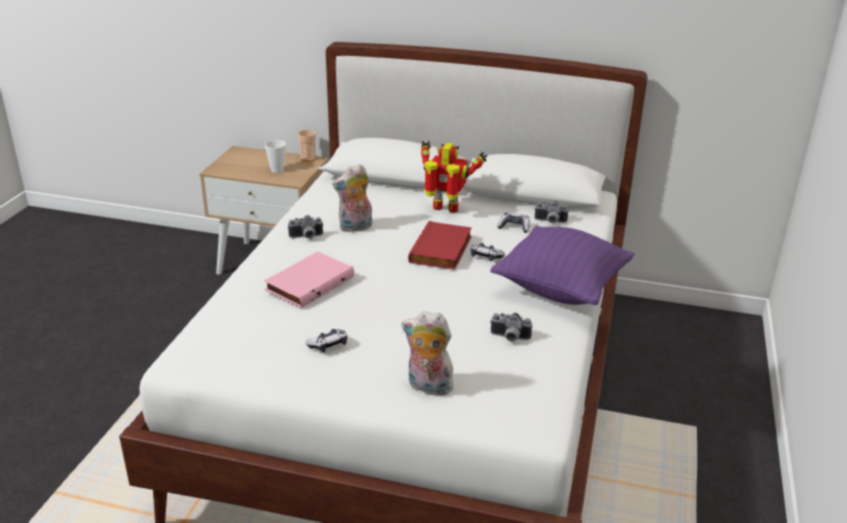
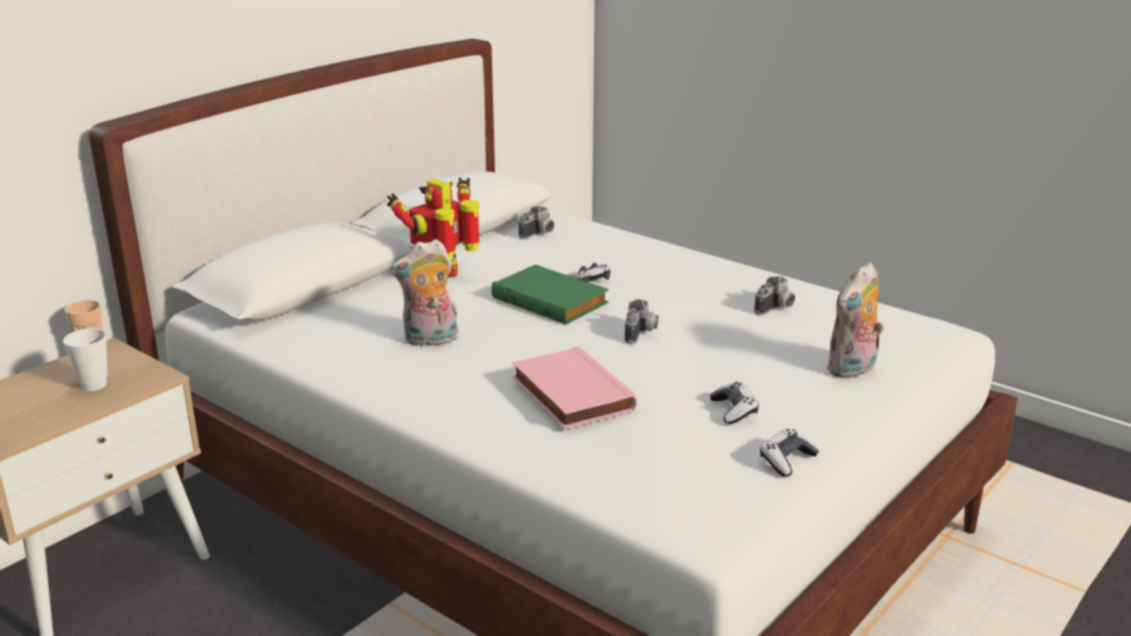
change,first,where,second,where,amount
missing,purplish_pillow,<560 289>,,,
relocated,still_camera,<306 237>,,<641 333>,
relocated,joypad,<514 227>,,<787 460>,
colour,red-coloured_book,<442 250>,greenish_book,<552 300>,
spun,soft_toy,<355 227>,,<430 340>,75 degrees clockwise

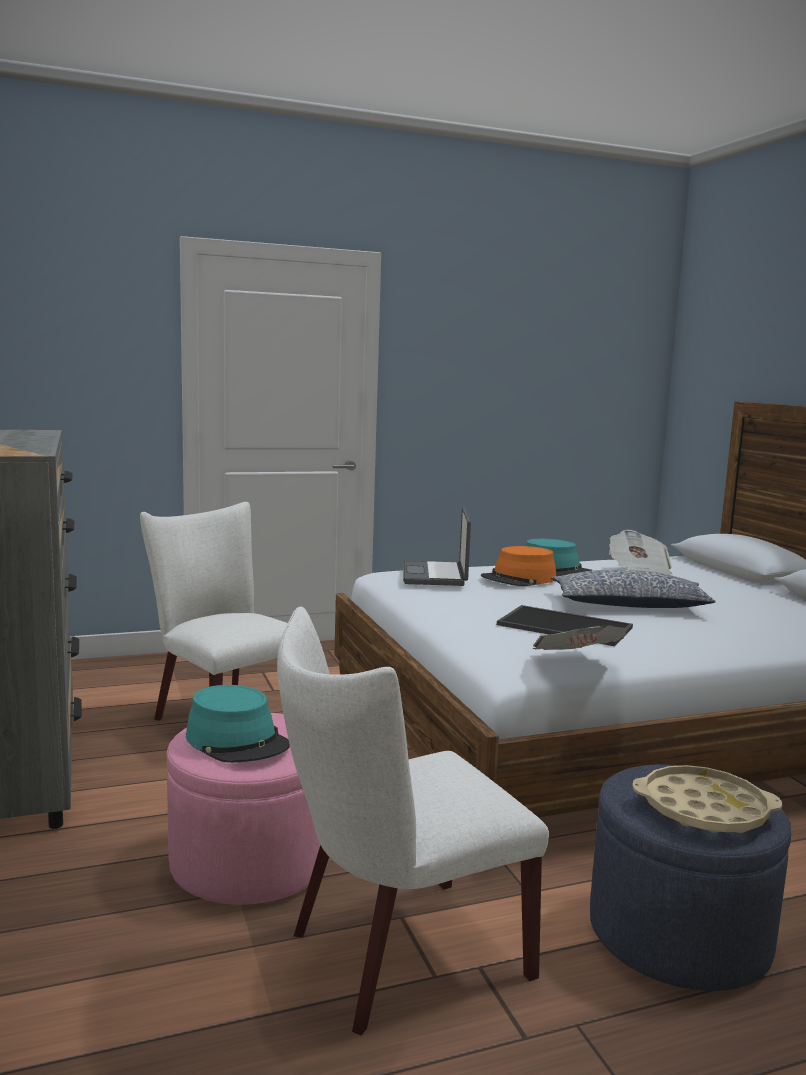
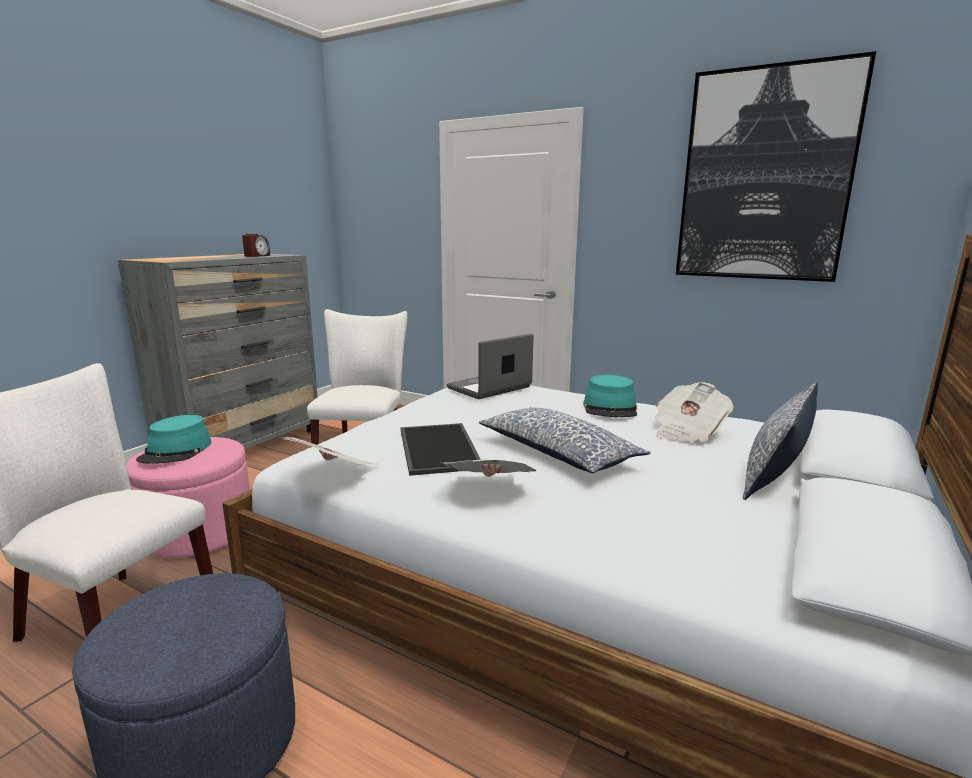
change,first,where,second,where,amount
missing,orange-coloured_hat,<519 579>,,,
missing,beige_tray,<703 809>,,,
appeared,,,alarm_clock,<257 256>,
appeared,,,newspaper,<489 491>,
appeared,,,wall_art,<765 176>,
appeared,,,pillow,<776 470>,

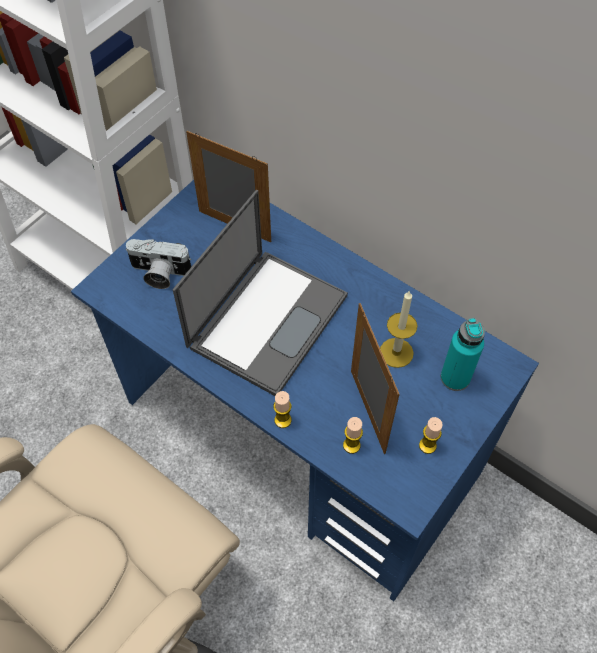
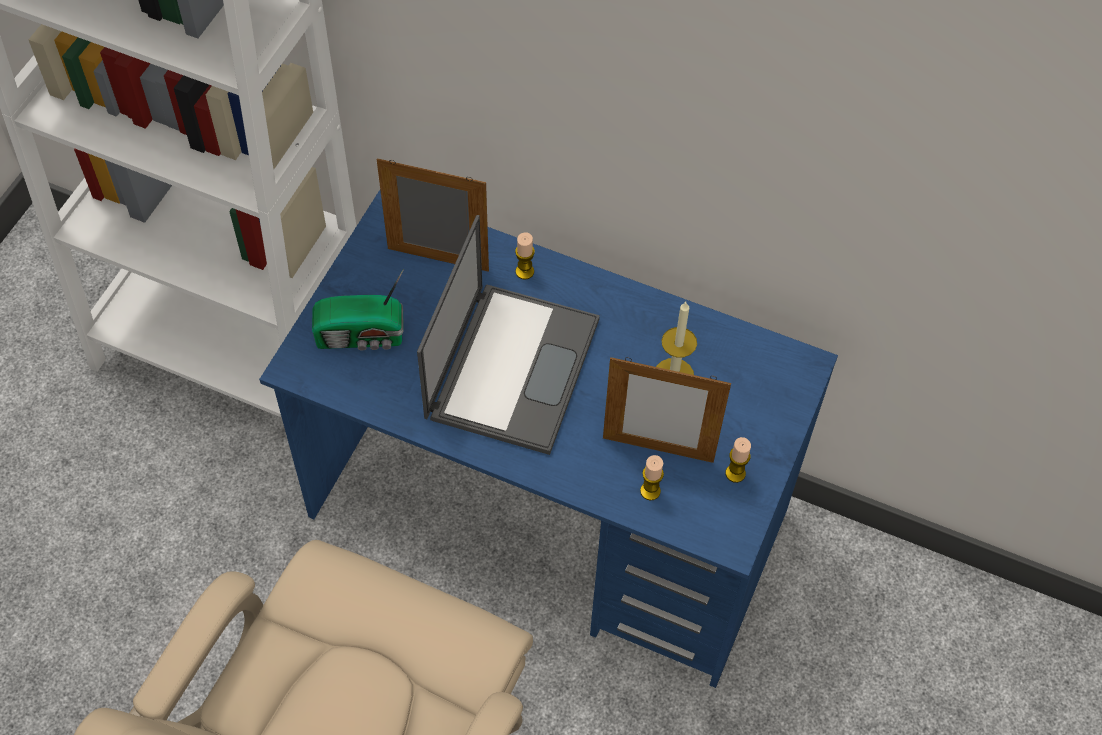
change,first,where,second,where,amount
missing,turquoise_drink_bottle,<455 378>,,,
relocated,wax_candle,<283 420>,,<524 271>,
exchanged,still_camera,<159 273>,radio_receiver,<362 336>,
spun,standing_frame,<367 411>,,<658 449>,135 degrees clockwise

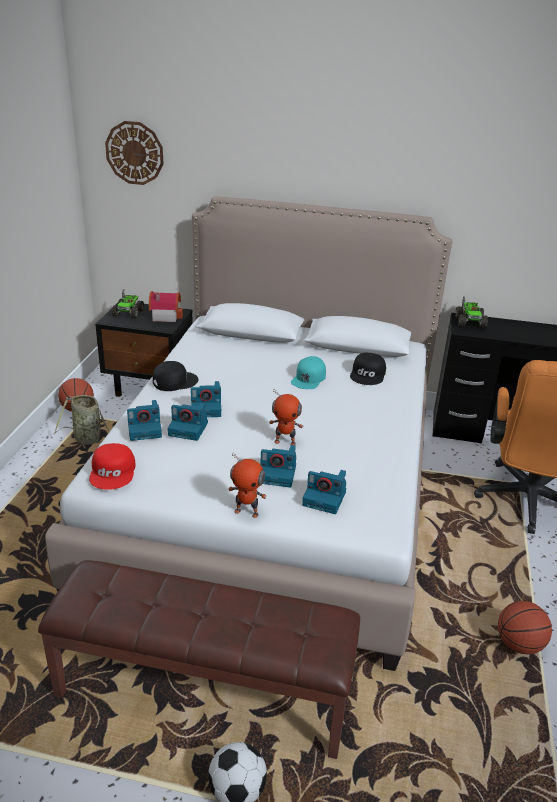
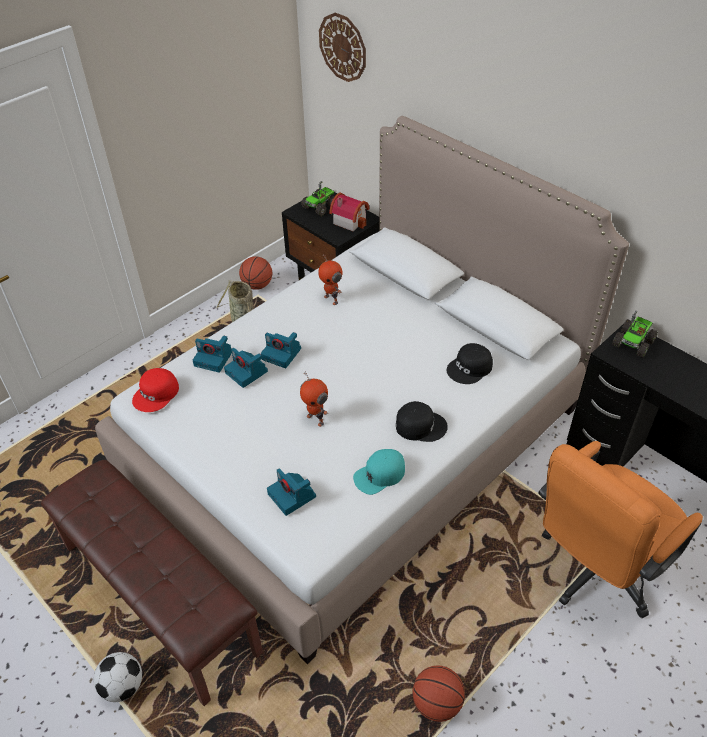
change,first,where,second,where,amount
missing,still_camera,<278 474>,,,
relocated,black_baseball_cap,<174 381>,,<420 425>,
relocated,model_robot,<247 512>,,<331 299>,
relocated,turquoise_baseball_cap,<308 378>,,<379 475>,

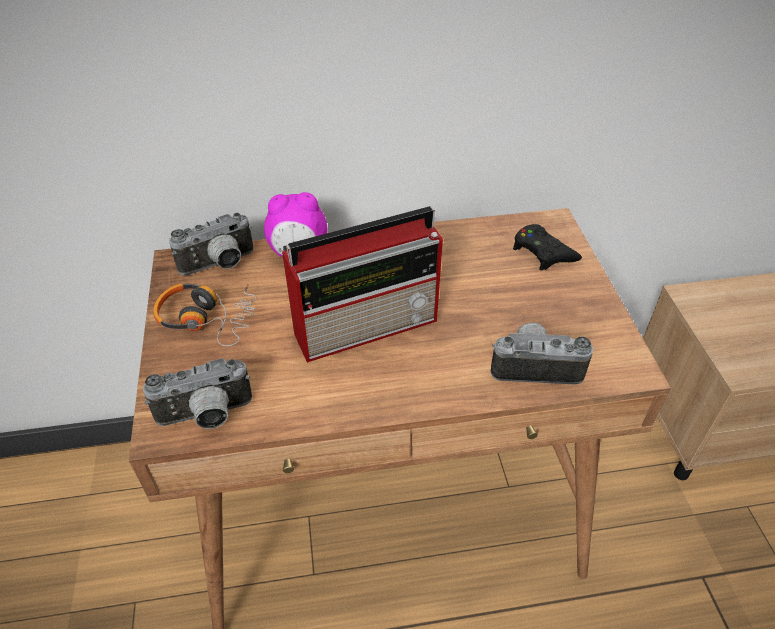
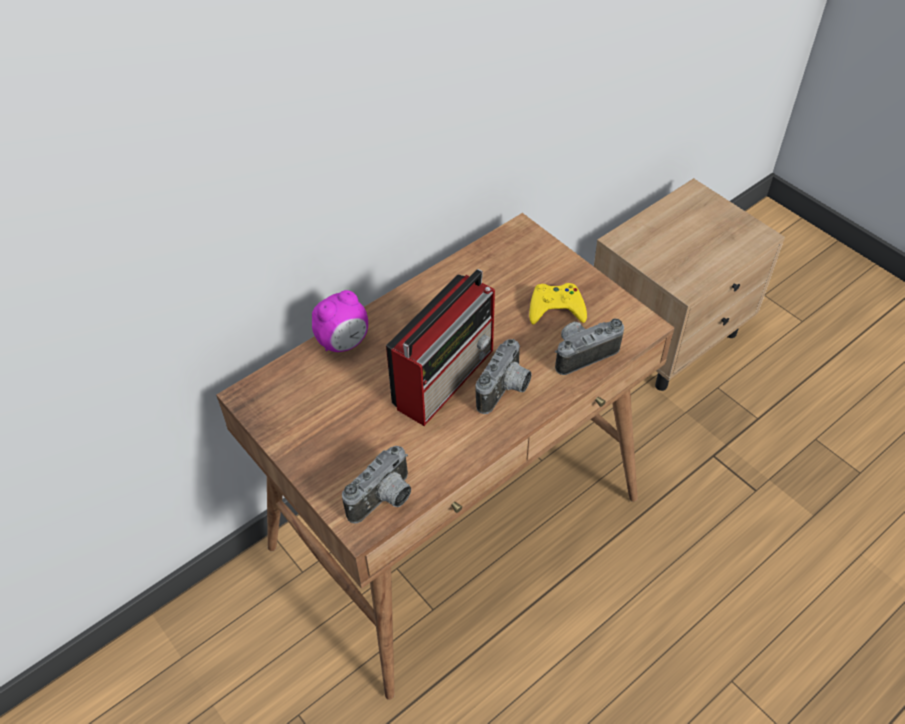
change,first,where,second,where,amount
missing,headphones,<207 318>,,,
missing,black_joypad,<543 252>,,,
appeared,,,yellow-coloured_joypad,<556 308>,
relocated,still_camera,<220 265>,,<506 391>,

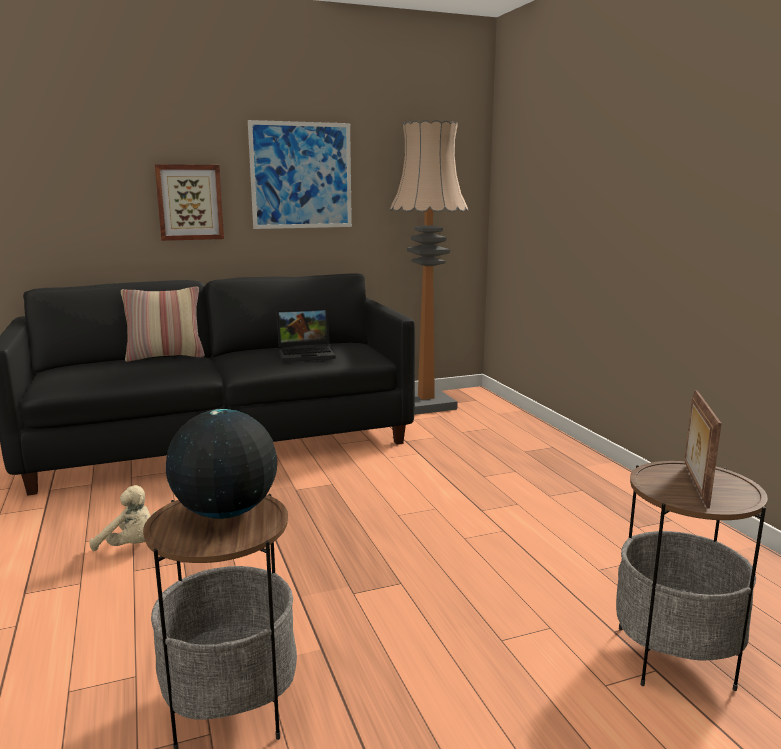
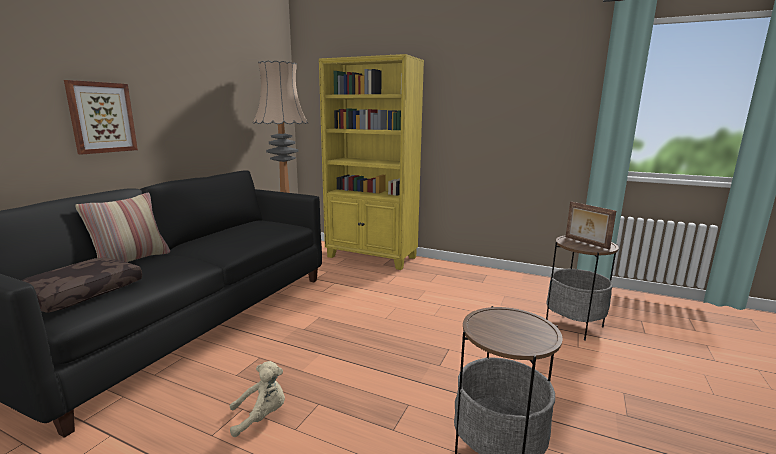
change,first,where,second,where,amount
missing,world_globe,<225 512>,,,
missing,wall_art,<301 175>,,,
missing,laptop,<307 354>,,,
appeared,,,brownish_pillow,<81 293>,
appeared,,,yellow-coloured_shelving_unit,<372 257>,

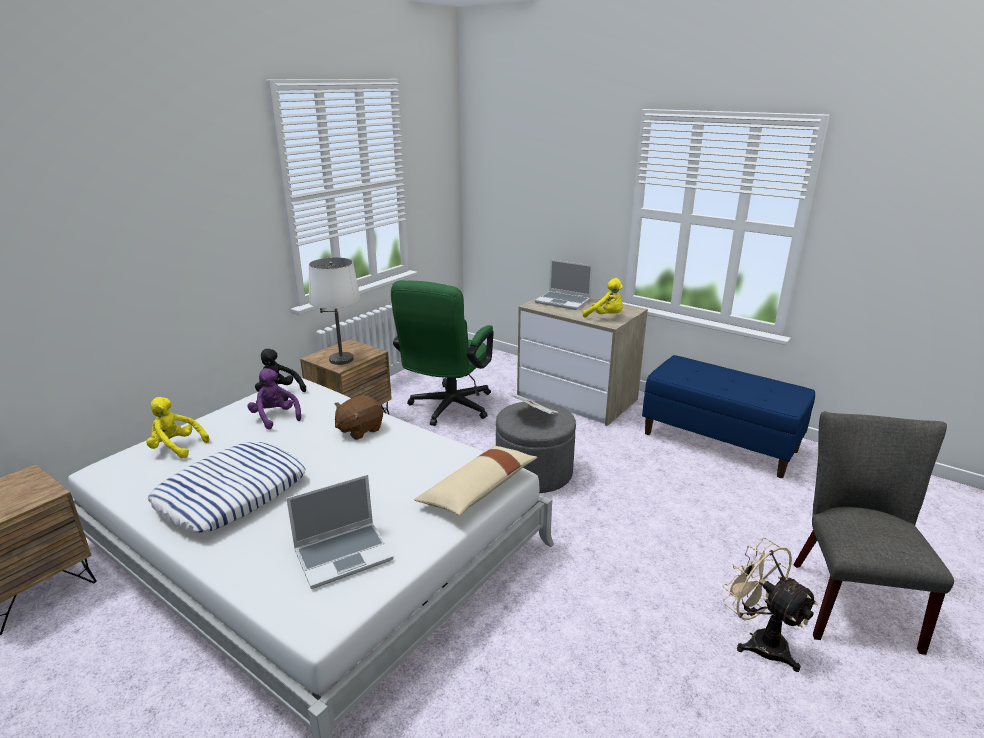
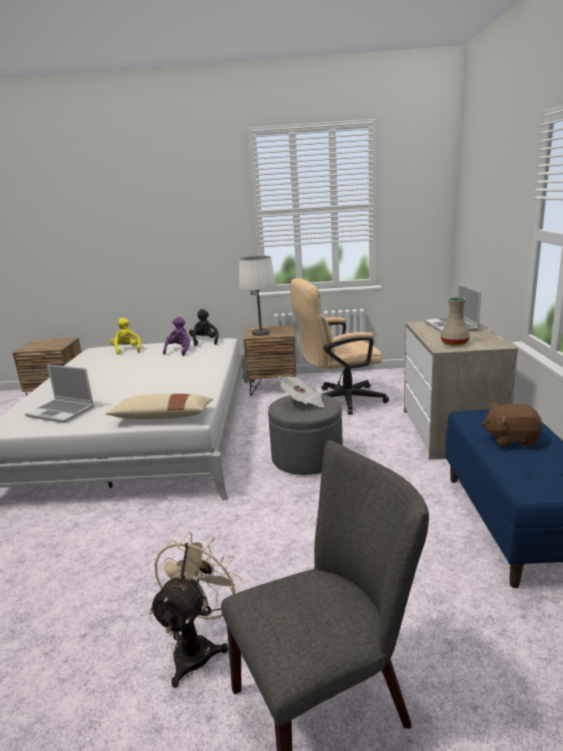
change,first,where,second,where,amount
missing,pillow,<231 493>,,,
relocated,brownish_soft_toy,<359 430>,,<511 439>,
exchanged,yellow-coloured_soft_toy,<606 317>,beige_flower_vase,<454 343>,
colour,greenish_desk_chair,<447 409>,beige_desk_chair,<339 401>,

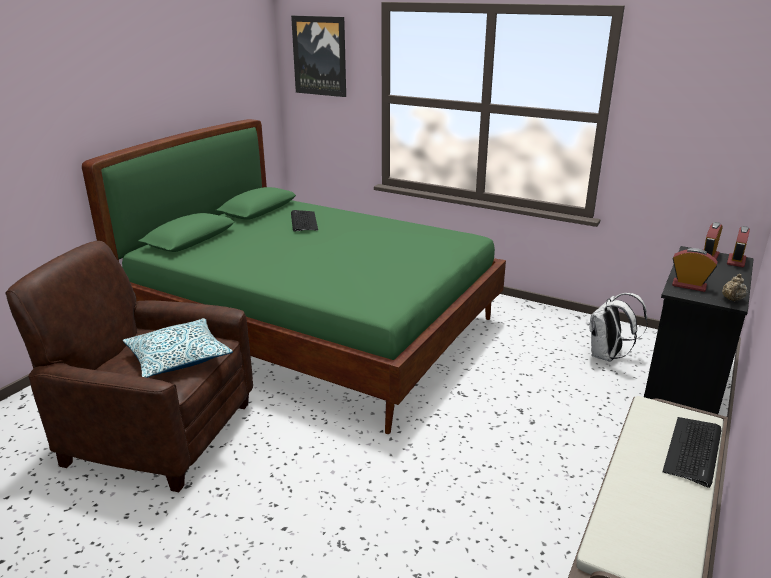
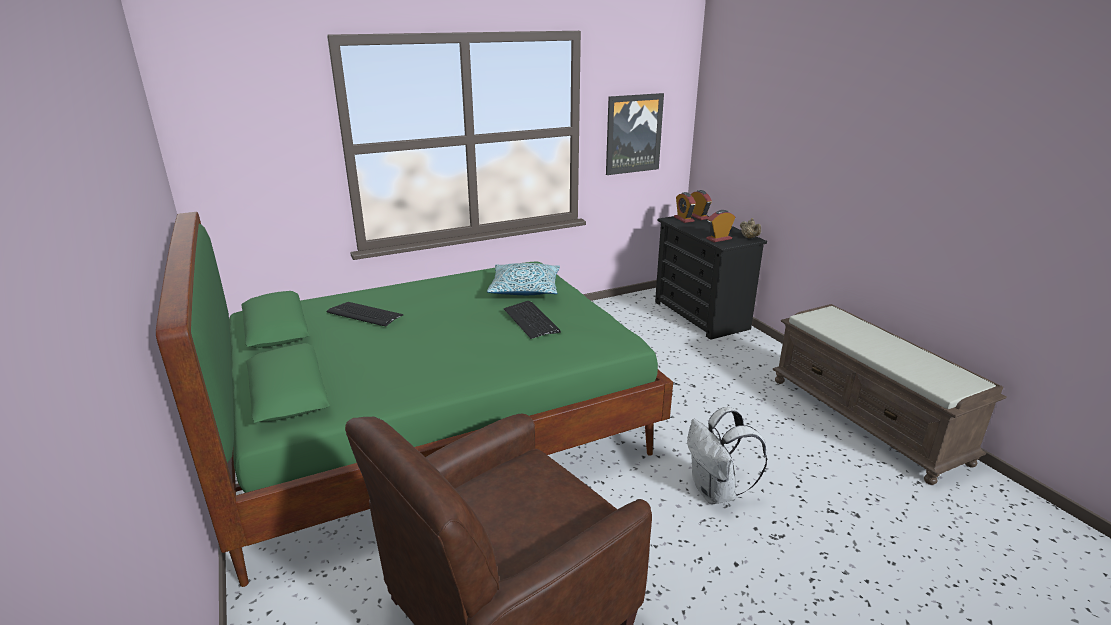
change,first,where,second,where,amount
relocated,pillow,<178 358>,,<524 289>,
relocated,wall_art,<320 56>,,<633 134>,
relocated,white_rucksack,<607 356>,,<716 492>,
relocated,PC_keyboard,<693 451>,,<531 320>,

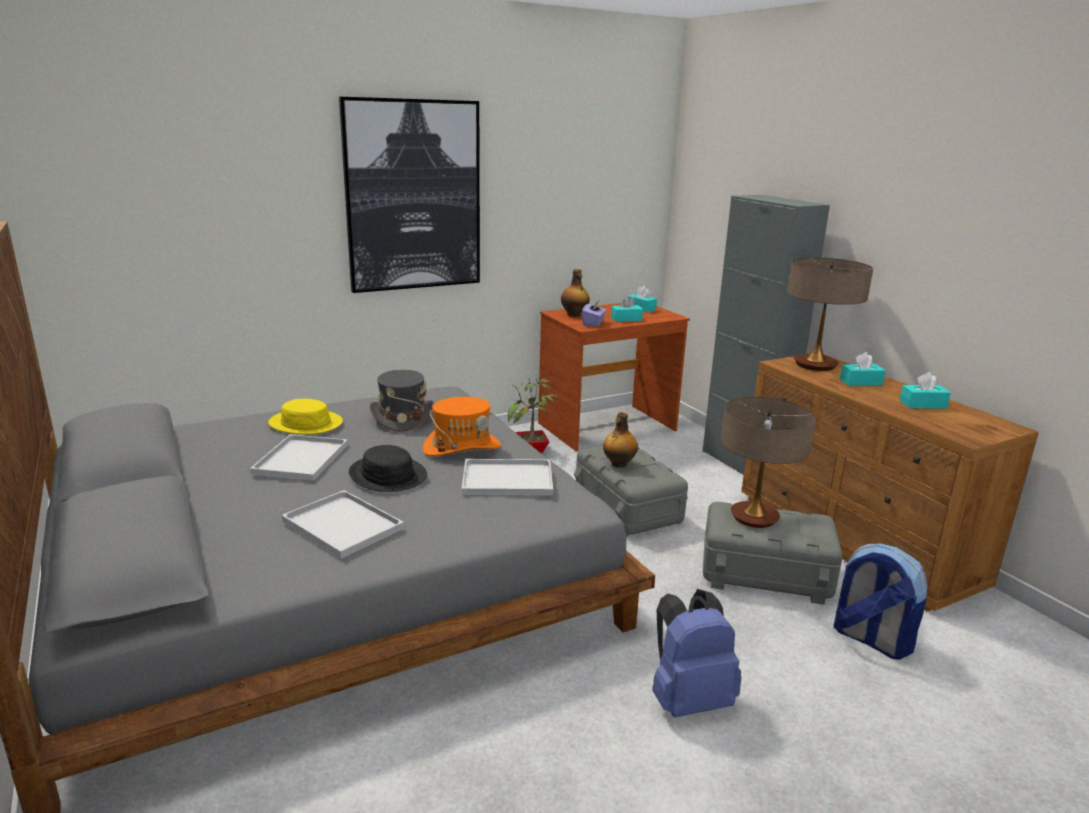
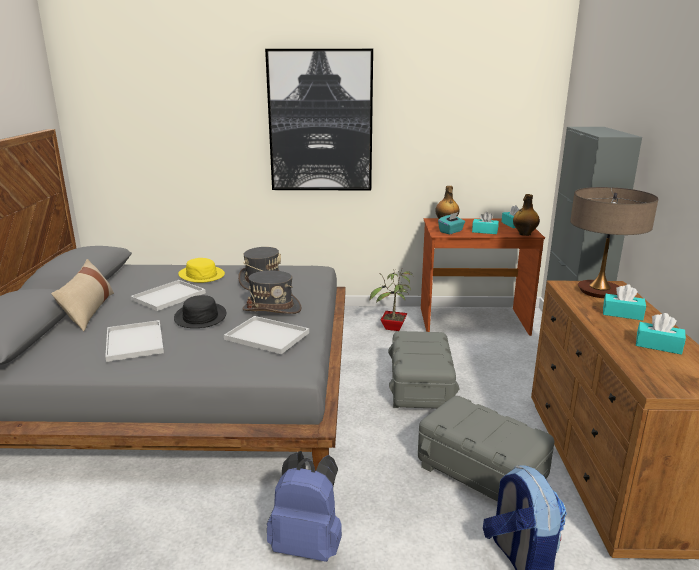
change,first,where,second,where,amount
missing,tabletop_lamp,<754 517>,,,
appeared,,,beige_pillow,<89 311>,
relocated,drink_bottle,<618 464>,,<524 234>,
colour,orange-coloured_hat,<462 448>,grey_hat,<272 309>,
colour,purplish_tissue_box,<593 323>,turquoise_tissue_box,<451 231>,

